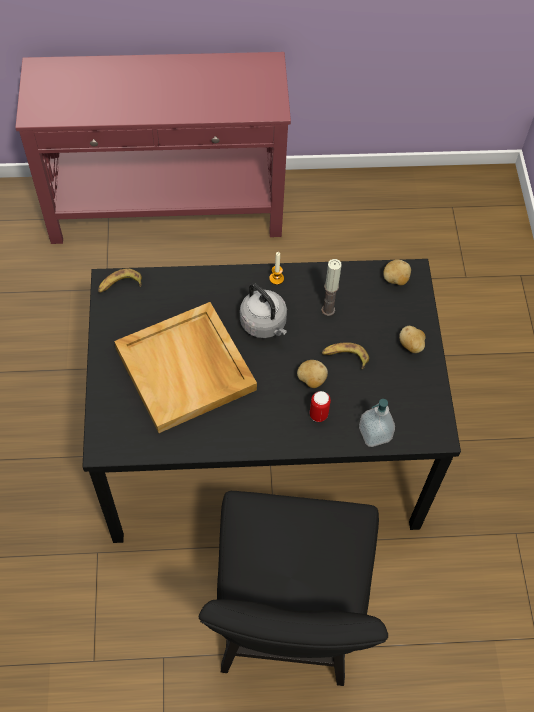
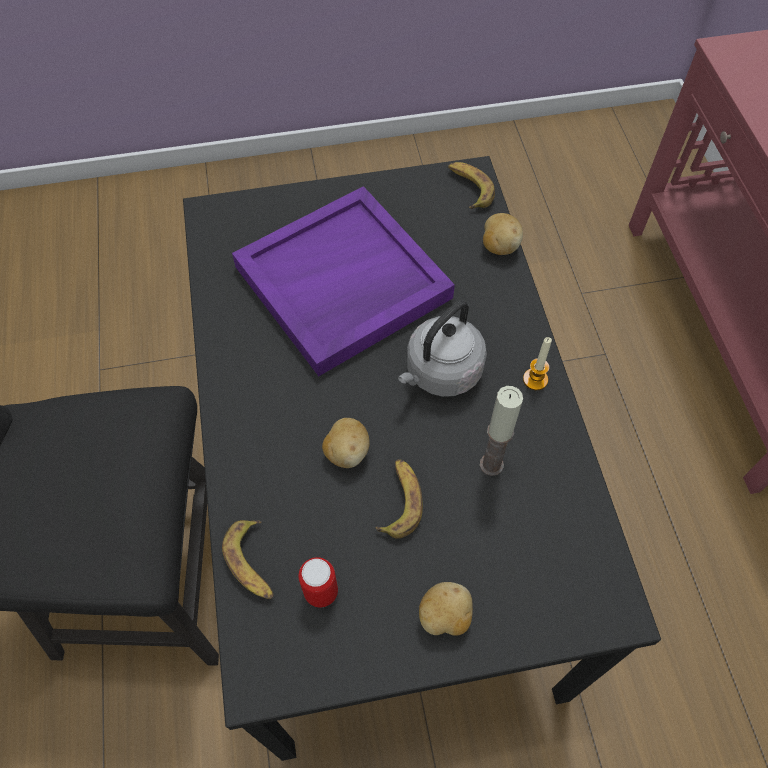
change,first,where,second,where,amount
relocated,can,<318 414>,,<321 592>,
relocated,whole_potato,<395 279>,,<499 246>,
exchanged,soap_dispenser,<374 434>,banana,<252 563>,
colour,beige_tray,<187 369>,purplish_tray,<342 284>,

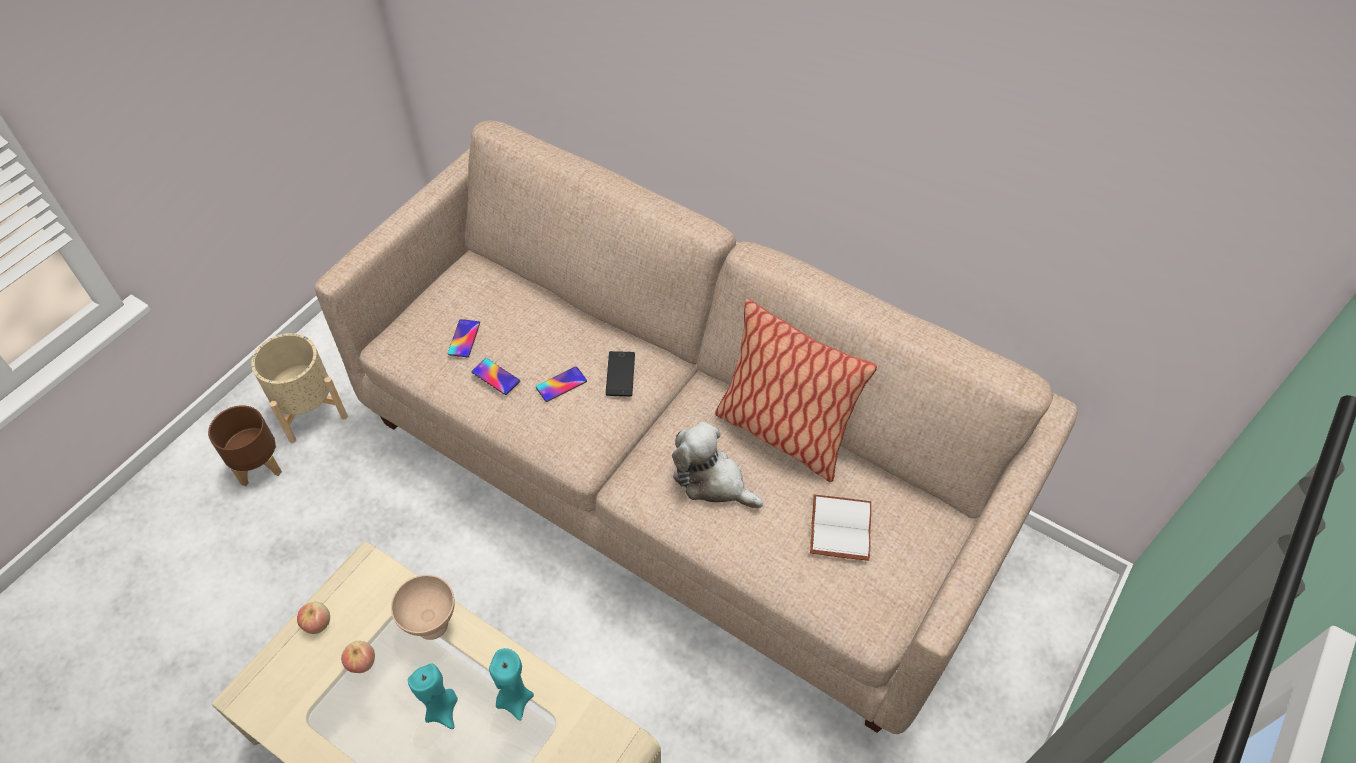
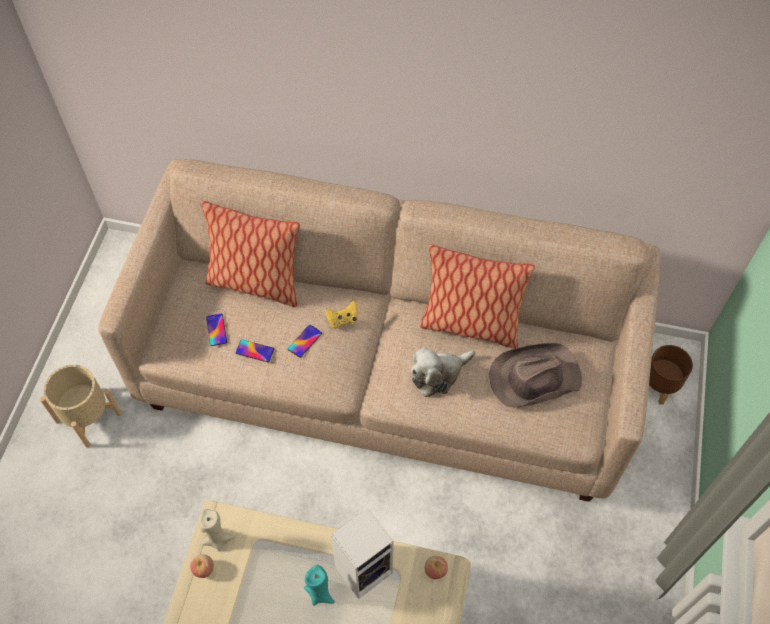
change,first,where,second,where,amount
missing,beige_serving_bowl,<432 626>,,,
appeared,,,beige_wax_candle,<218 539>,
appeared,,,pillow,<255 283>,
relocated,brownish_flower_pot,<260 465>,,<659 386>,
relocated,apple_fruit,<361 662>,,<435 570>,
exchanged,turquoise_wax_candle,<514 699>,loudspeaker,<365 568>,
exchanged,phone,<620 374>,yellow-coloured_joypad,<343 320>,
exchanged,white_book,<838 527>,brownish_hat,<533 378>,
spun,soft_toy,<712 480>,,<438 374>,45 degrees counterclockwise

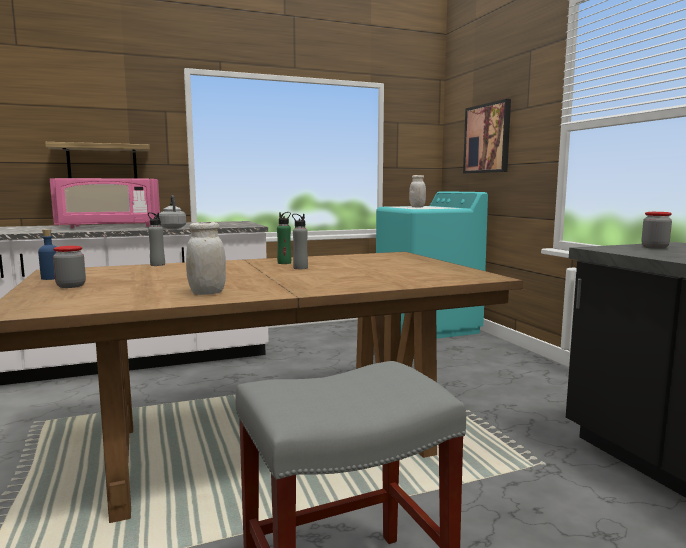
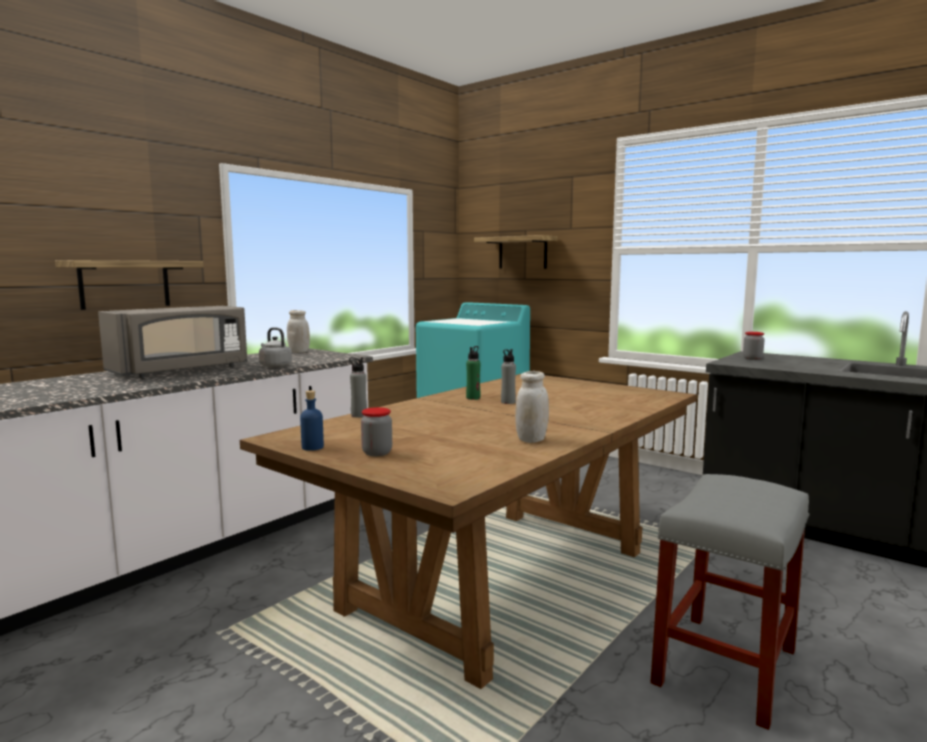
change,first,where,second,where,amount
relocated,white_preserve_jar,<417 207>,,<299 352>,
exchanged,wall_art,<487 138>,bracket_shelf,<522 253>,
colour,pinkish_microwave,<110 226>,grey_microwave,<181 370>,

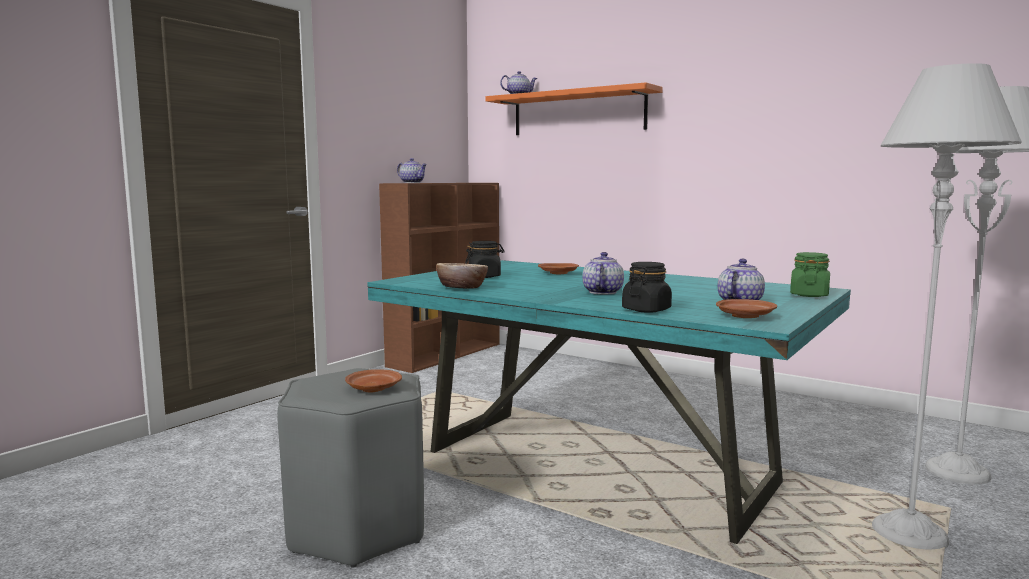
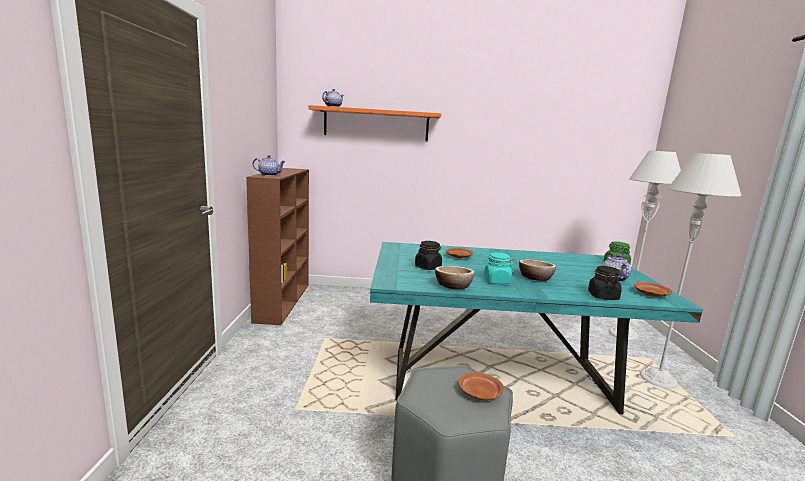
change,first,where,second,where,amount
appeared,,,turquoise_preserve_jar,<496 281>,
exchanged,pot_for_tea,<601 292>,serving_bowl,<535 278>,

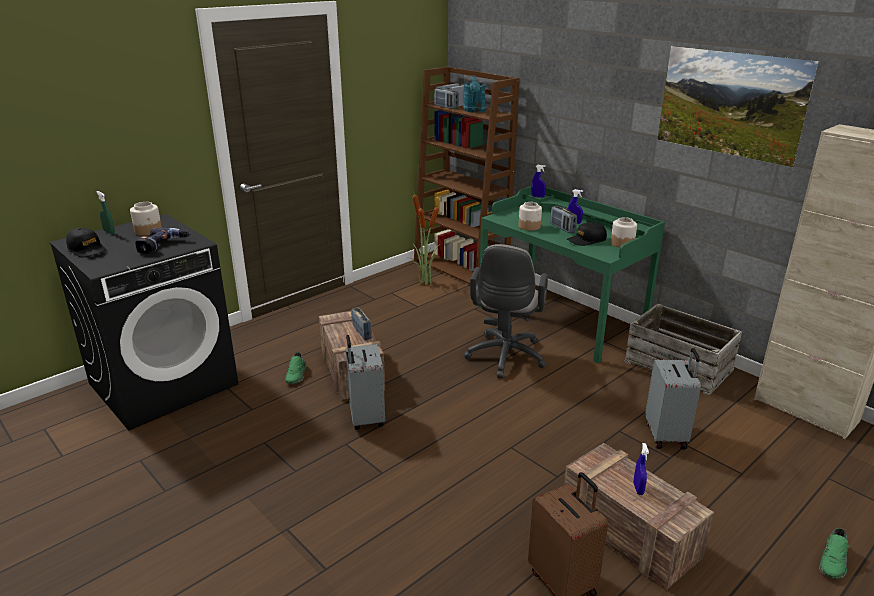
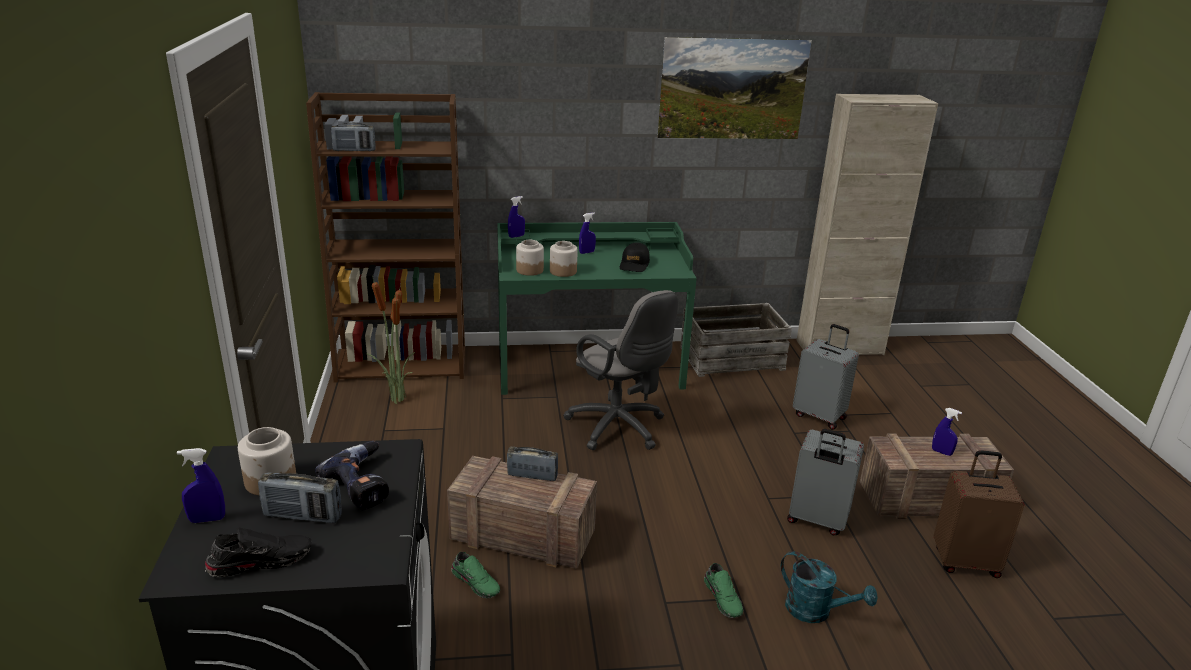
change,first,where,second,where,amount
relocated,grey_suitcase,<365 418>,,<816 521>,
relocated,turquoise_sprinkling_can,<474 111>,,<816 611>,
relocated,radio_receiver,<562 228>,,<303 516>,
relocated,preserve_jar,<622 243>,,<529 270>,
relocated,greenish_low_shoe,<834 561>,,<724 598>,
exchanged,black_baseball_cap,<87 249>,black_low_shoe,<260 560>,
colour,greenish_hand_sprayer,<109 232>,blue-coloured_hand_sprayer,<207 519>,

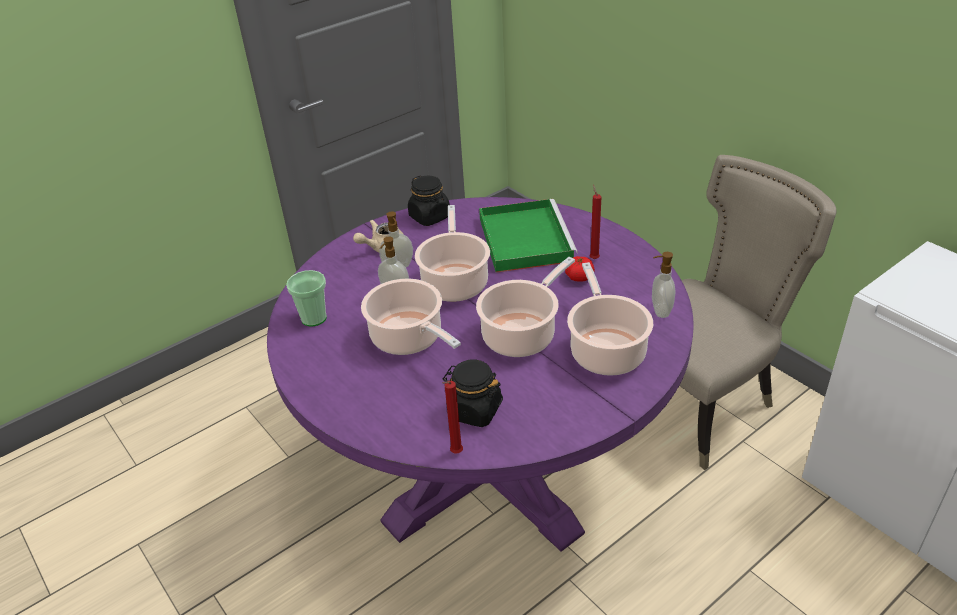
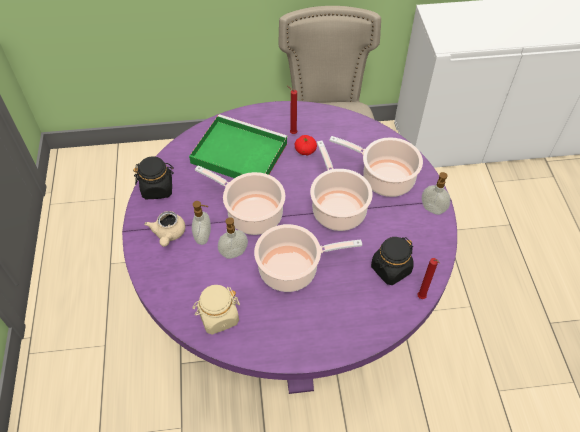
change,first,where,second,where,amount
relocated,soap_dispenser,<660 311>,,<432 209>,
exchanged,small_cup,<314 318>,beige_preserve_jar,<218 317>,

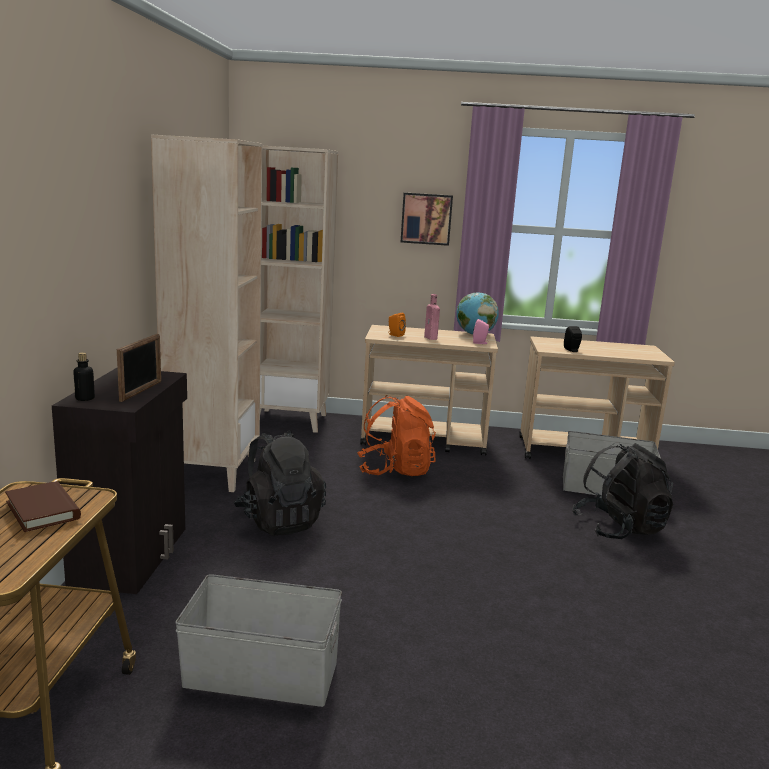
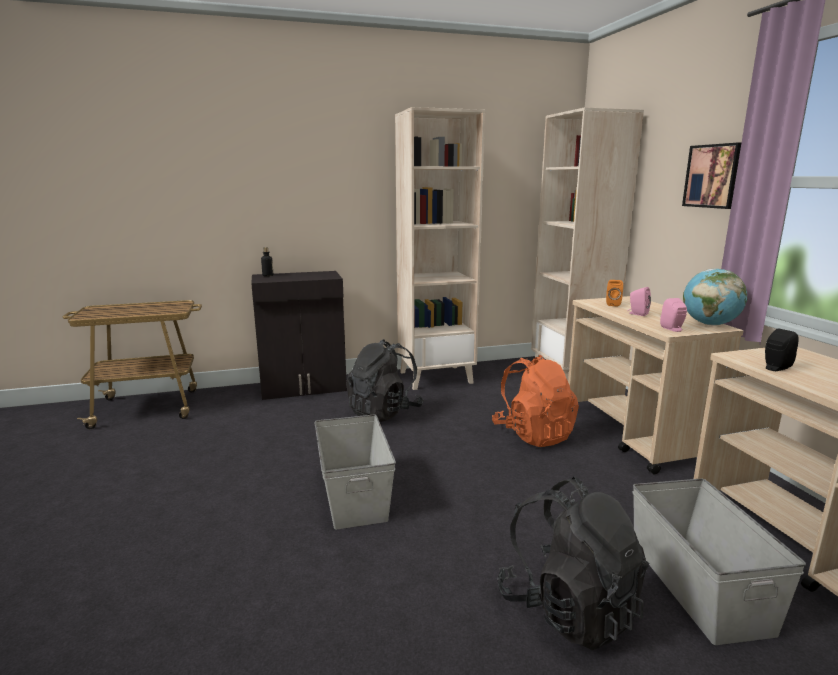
change,first,where,second,where,amount
missing,brownish_book,<43 510>,,,
missing,standing_frame,<141 391>,,,
relocated,grey_storage_bin,<261 673>,,<354 493>,
exchanged,pinkish_drink_bottle,<431 338>,pinkish_loudspeaker,<637 314>,

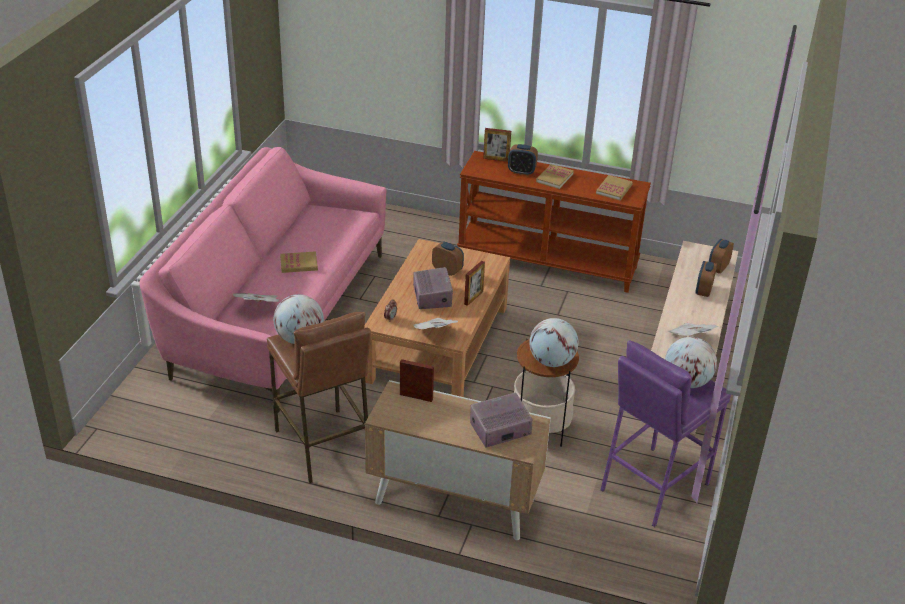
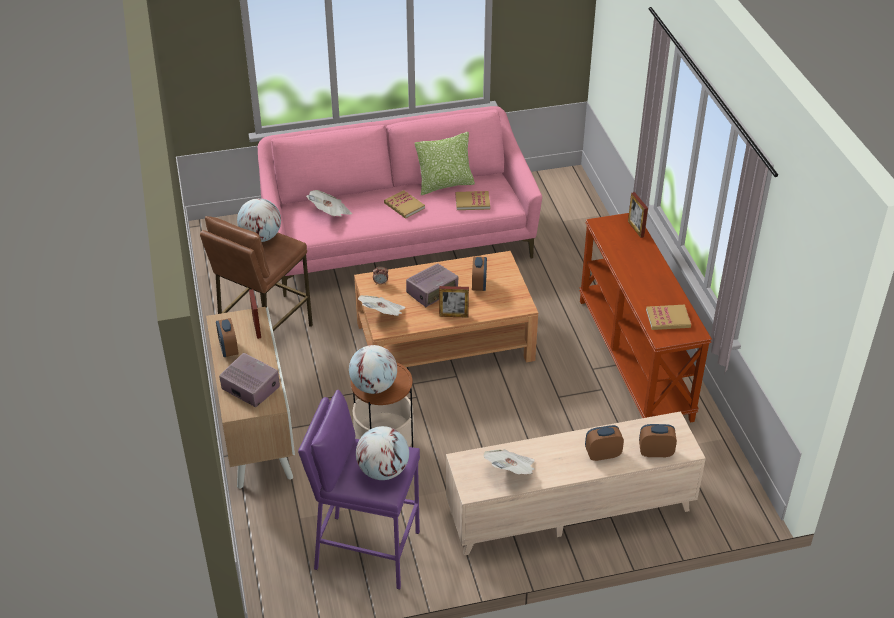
change,first,where,second,where,amount
appeared,,,pillow,<445 185>,
relocated,alarm_clock,<521 172>,,<228 350>,
relocated,book,<554 178>,,<472 202>,

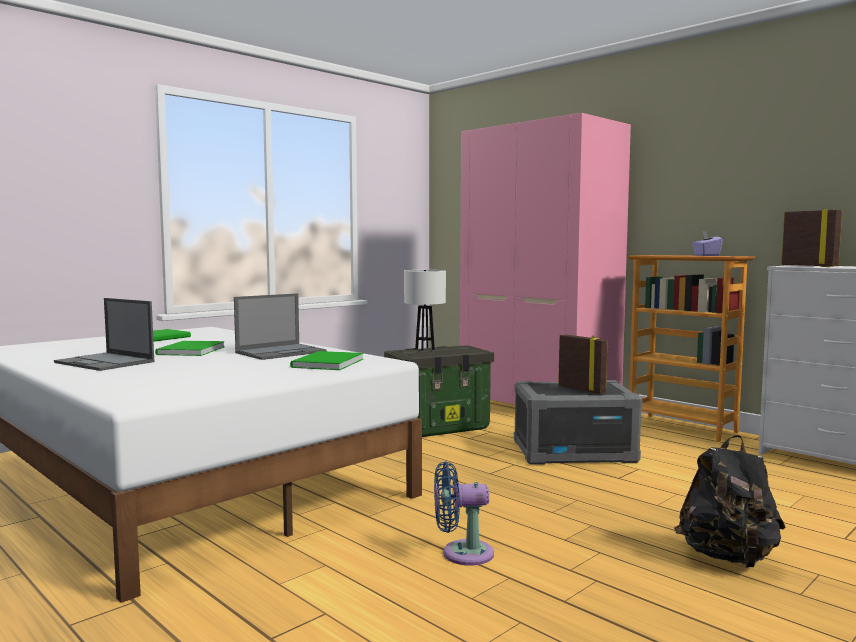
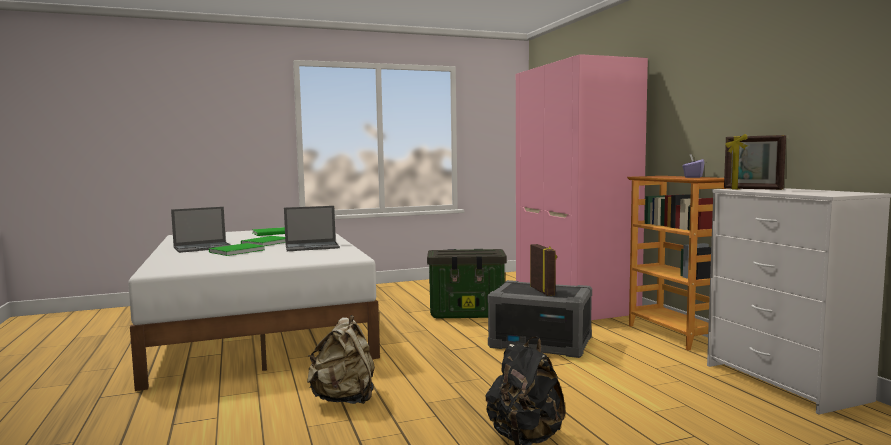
change,first,where,second,where,amount
missing,white_tabletop_lamp,<425 349>,,,
relocated,greenish_book,<325 363>,,<235 251>,
exchanged,blue-coloured_cooling_fan,<462 553>,beige_rucksack,<344 399>,
spun,laptop,<105 362>,,<204 247>,90 degrees counterclockwise
spun,standing_frame,<809 266>,,<752 189>,135 degrees clockwise

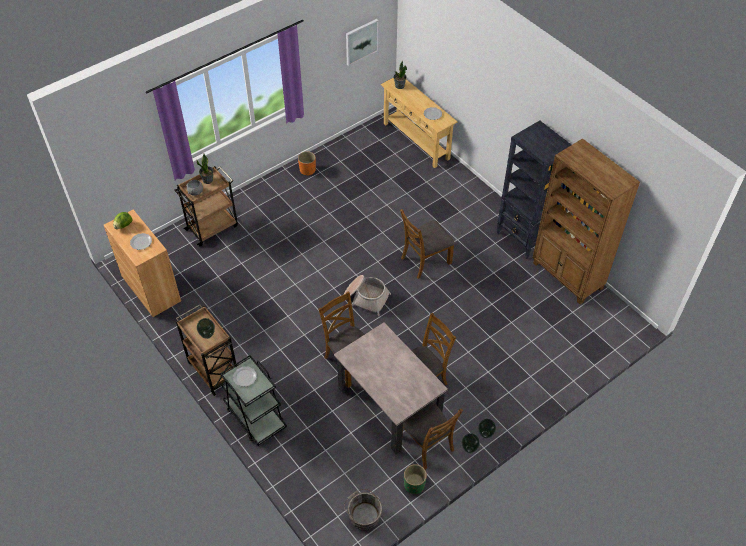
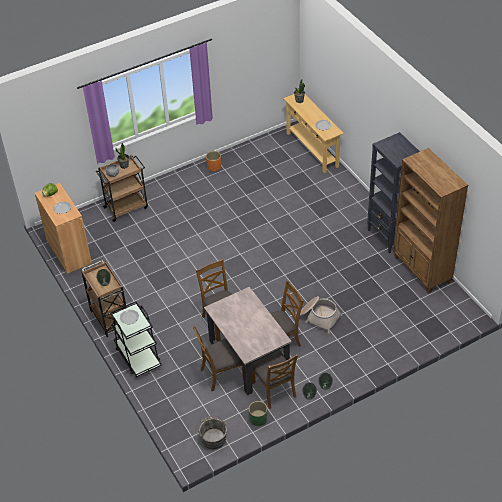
change,first,where,second,where,amount
missing,wall_art,<361 41>,,,
relocated,household_basket,<366 298>,,<319 317>,
relocated,brownish_plain_chair,<425 260>,,<223 374>,

